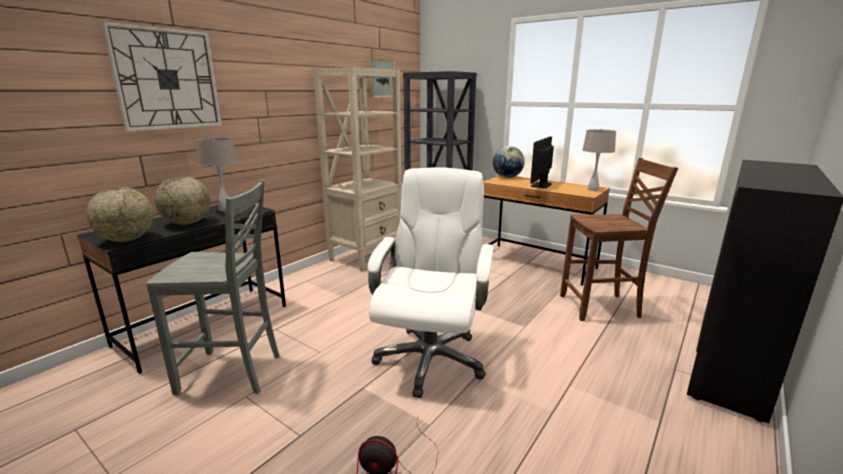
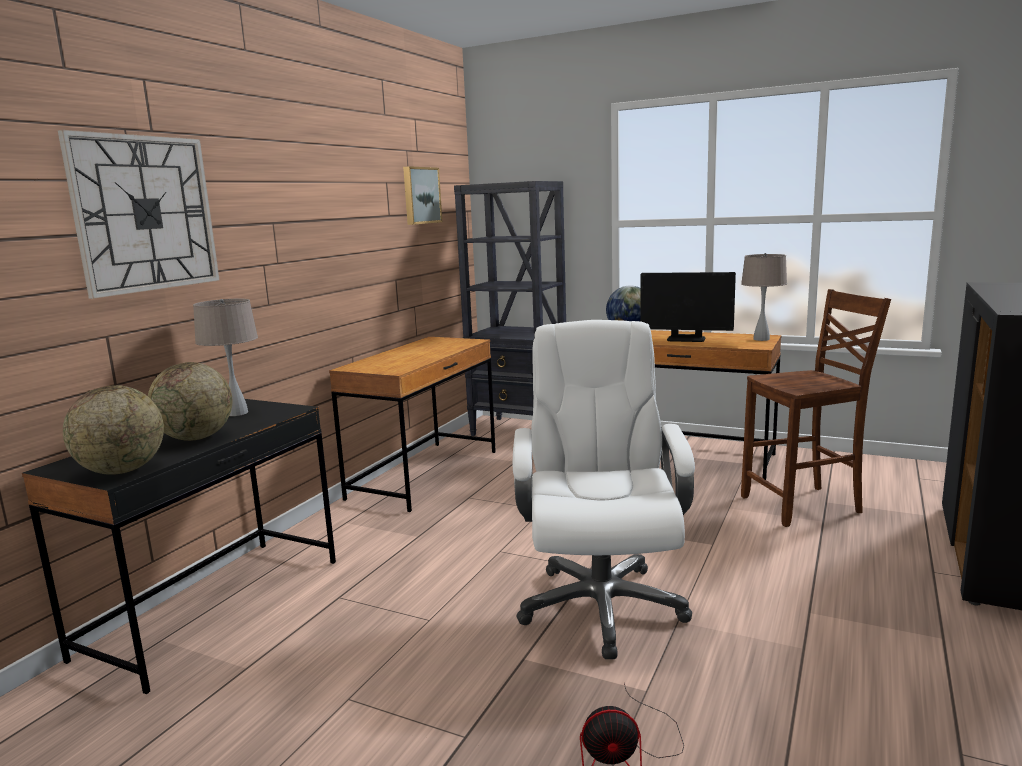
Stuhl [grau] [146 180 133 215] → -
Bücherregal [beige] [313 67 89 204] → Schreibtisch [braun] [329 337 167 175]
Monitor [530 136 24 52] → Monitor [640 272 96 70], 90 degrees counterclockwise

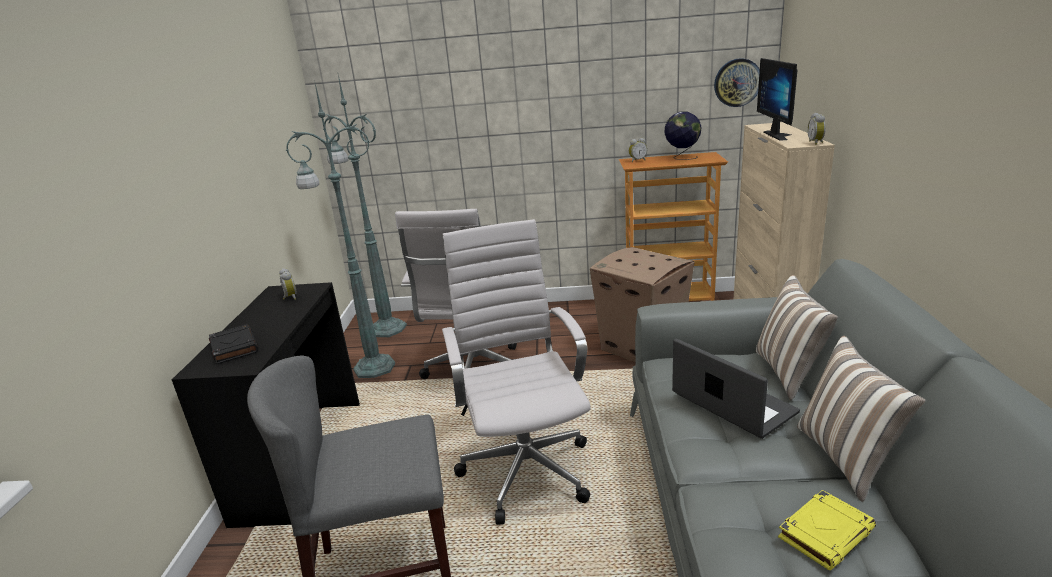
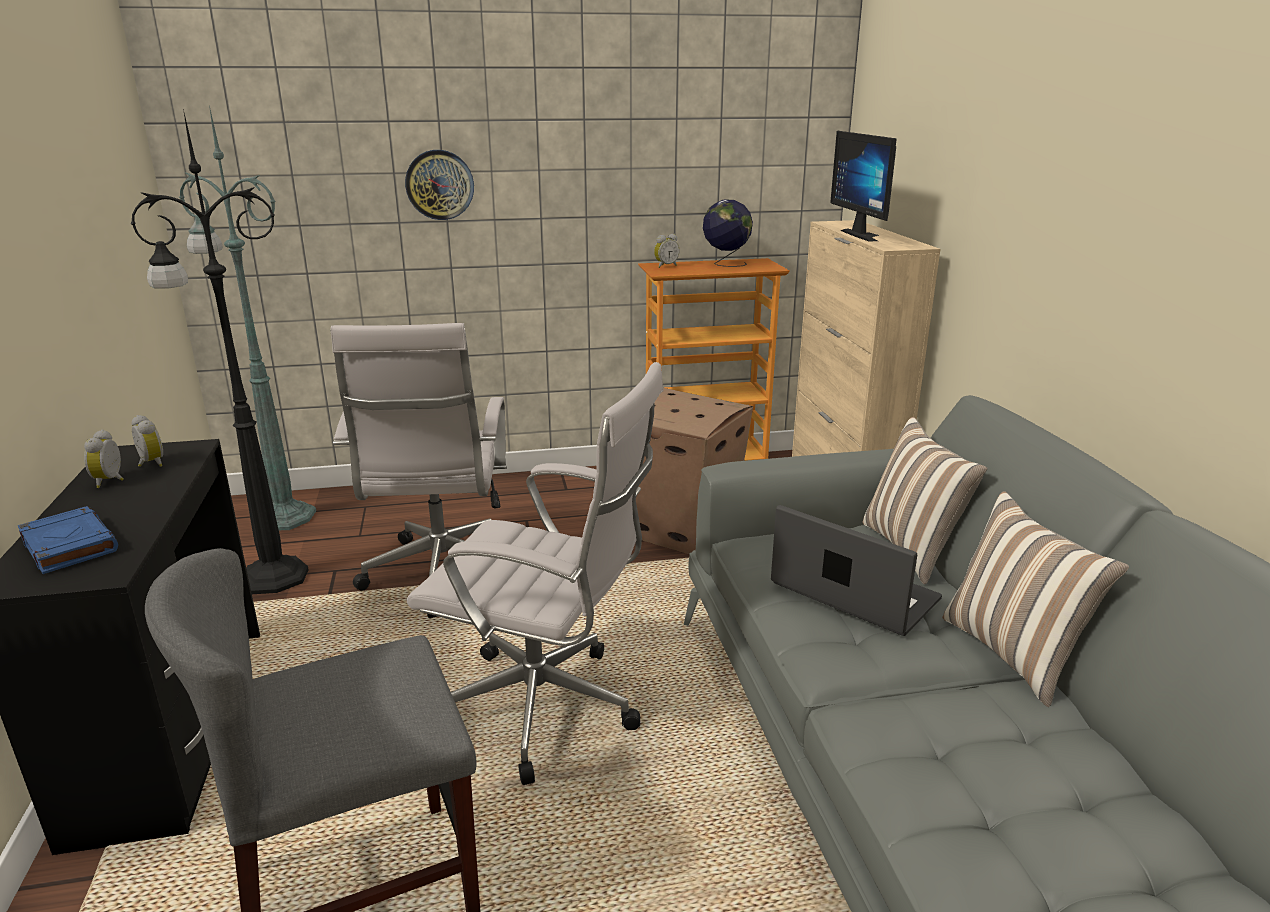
Buch [schwarz] [209 324 49 41] → Buch [blau] [18 506 100 68]
Stehlampe [grün] [286 80 109 298] → Stehlampe [schwarz] [130 109 179 485]
Bürostuhl [weiß] [442 219 149 306] → Bürostuhl [weiß] [407 362 257 423], 135 degrees clockwise
Wanduhr [714 58 46 49] → Wanduhr [405 150 69 70], moved
Buch [gelb] [778 490 98 80] → -
Wecker [808 113 18 32] → Wecker [84 430 39 58], moved

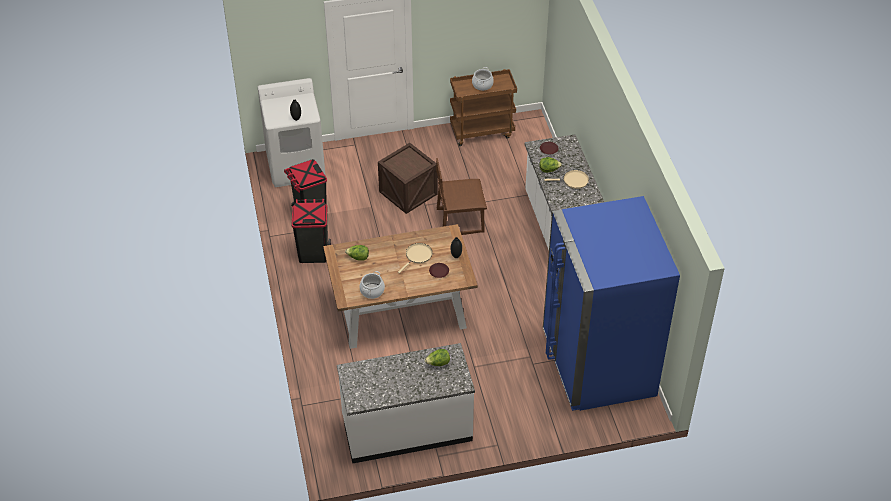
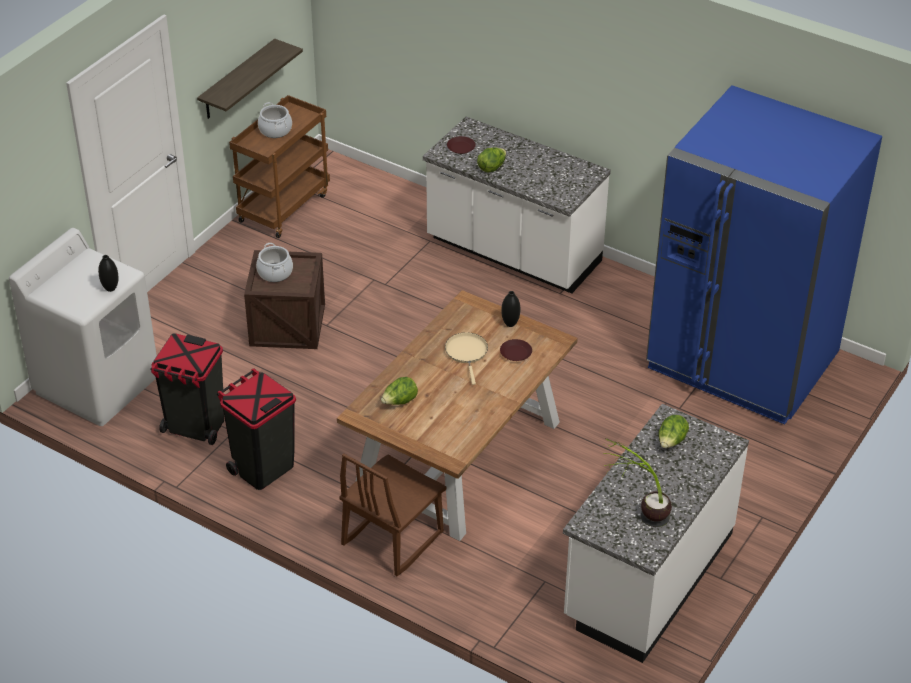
Kochtopf [360 271 25 28] → Kochtopf [256 243 37 39], moved
Stuhl [braun] [436 158 51 77] → Stuhl [braun] [339 453 108 124], moved
Pfanne [beige] [544 170 45 19] → -
- → Wandregal [197 39 106 80]
- → Topfpflanze [603 438 69 89]

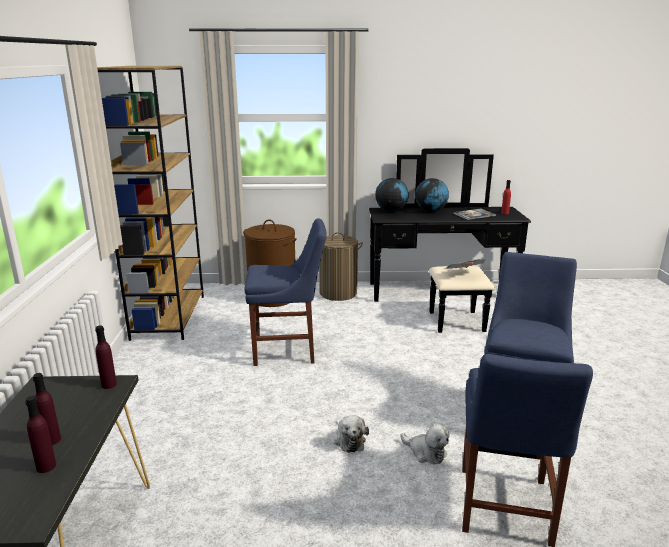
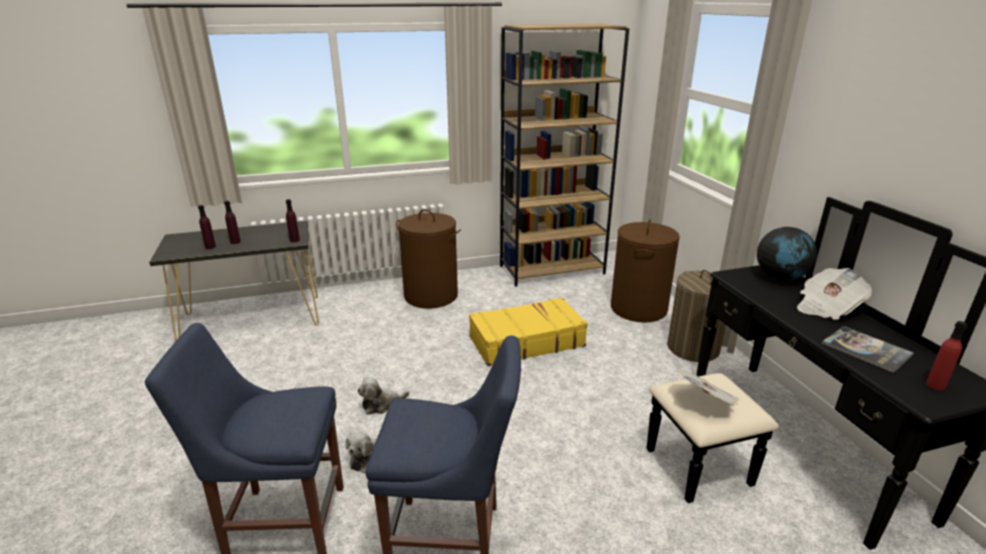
Stuhl [blau] [244 218 83 148] → Koffer [gelb] [469 297 119 69]
Globus [415 178 34 34] → Zeitung [797 268 75 52]
- → Wäschekorb [braun] [396 209 65 100]

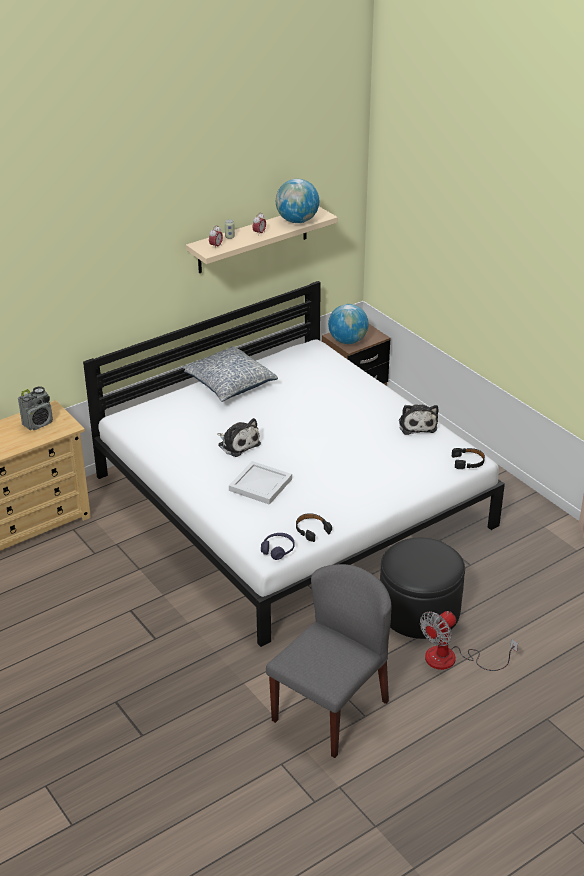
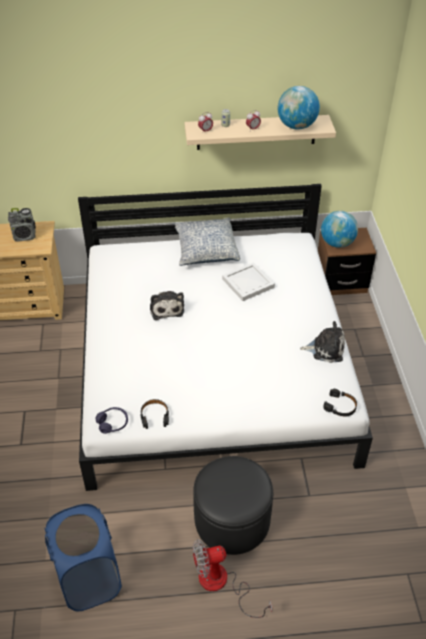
Tablett [weiß] [229 461 63 44] → Tablett [weiß] [222 262 53 39], moved
Stuhl [grau] [266 564 126 194] → Wäschekorb [blau] [44 504 78 107]
Plüschtier [399 404 40 31] → Plüschtier [300 321 45 42], 105 degrees counterclockwise

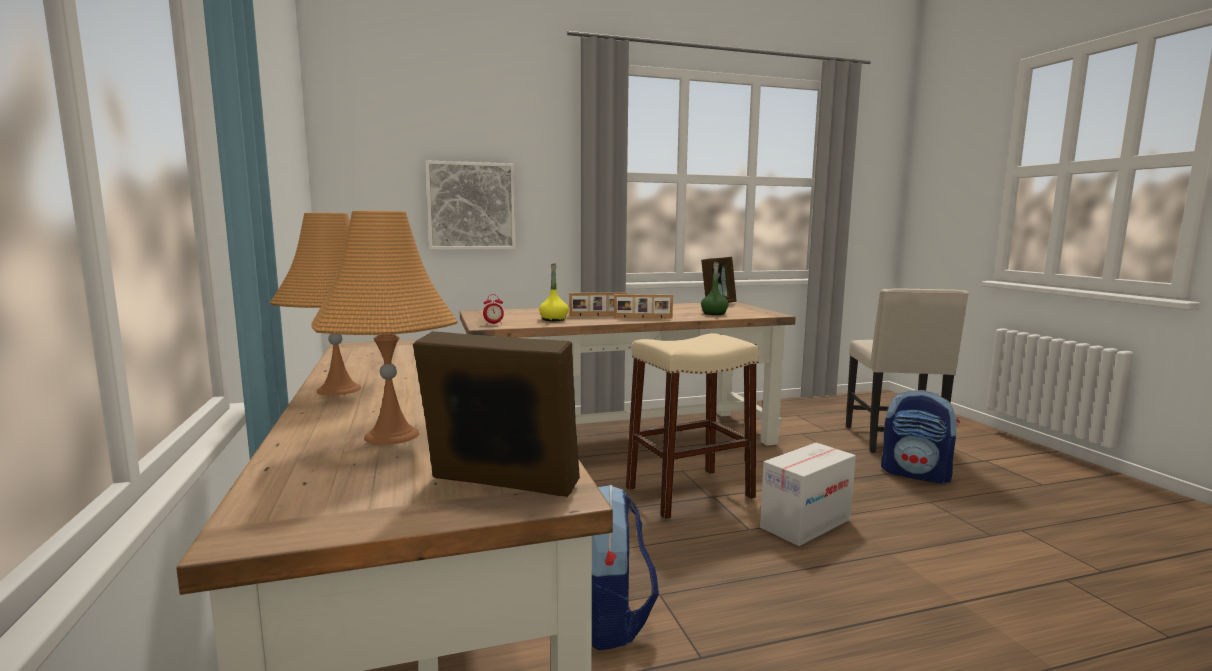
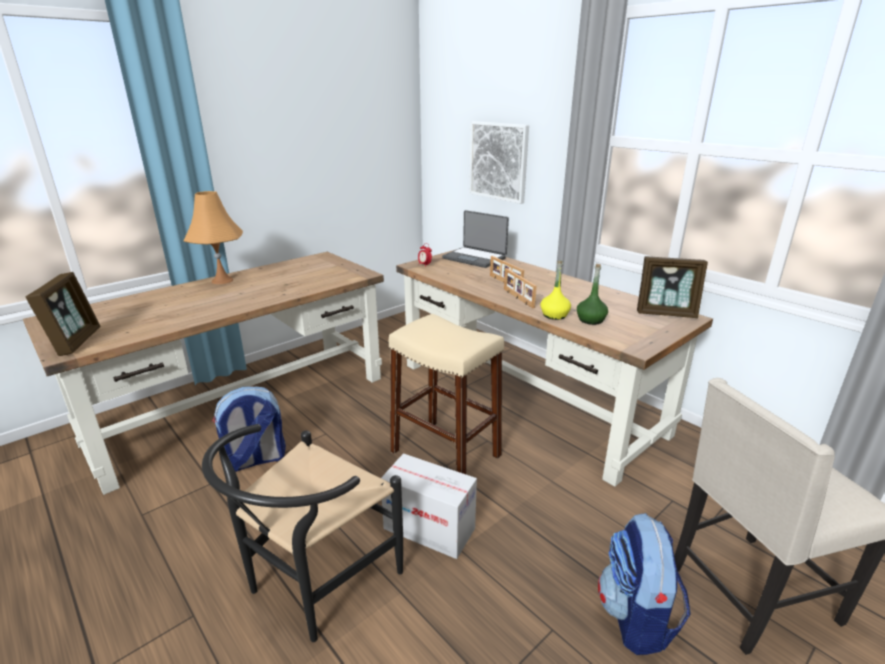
Tischlampe [orange] [311 211 147 234] → -
Flasche [gelb] [539 263 30 58] → Flasche [gelb] [540 261 31 59], moved
- → Stuhl [schwarz] [202 424 201 218]
- → Laptop [442 210 67 58]

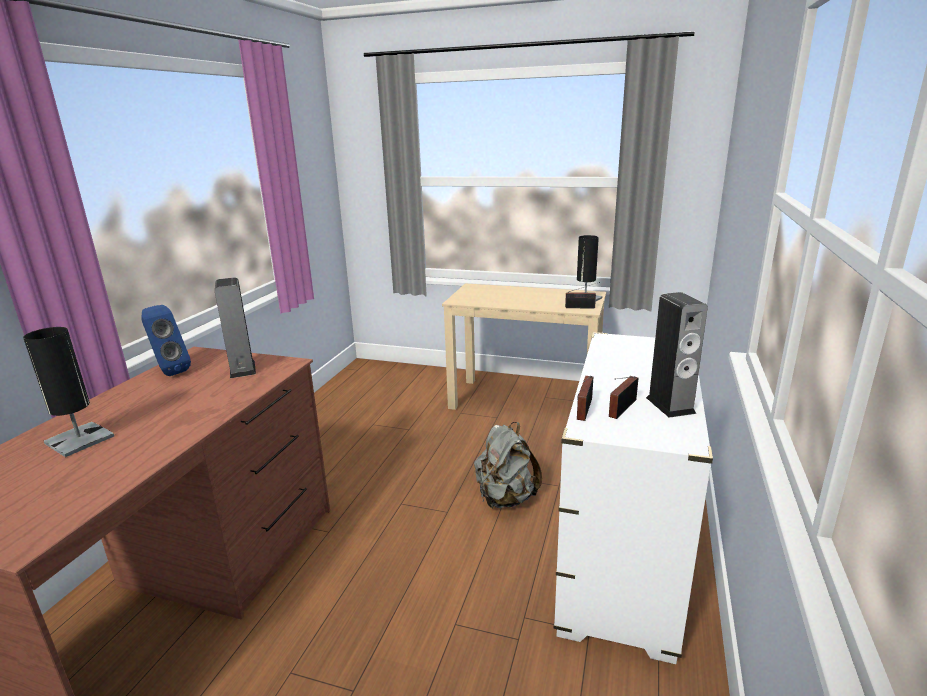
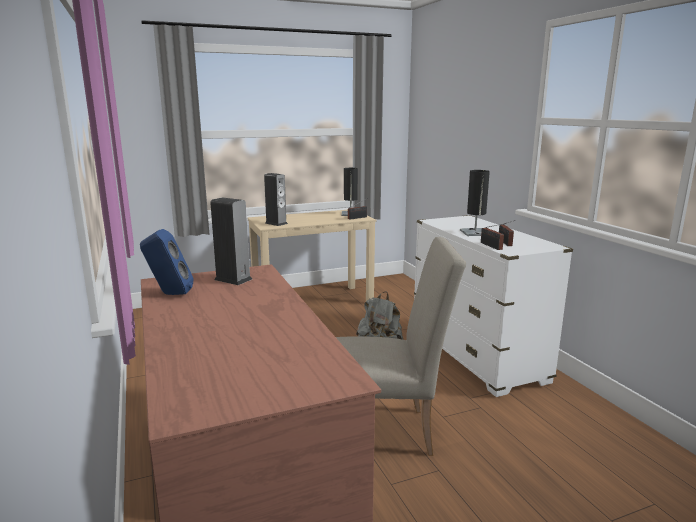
Tischlampe [schwarz] [23 327 91 130] → Tischlampe [schwarz] [460 170 30 66], moved
Lautsprecher [646 292 62 126] → Lautsprecher [264 173 24 53], moved
- → Stuhl [beige] [336 237 130 219]

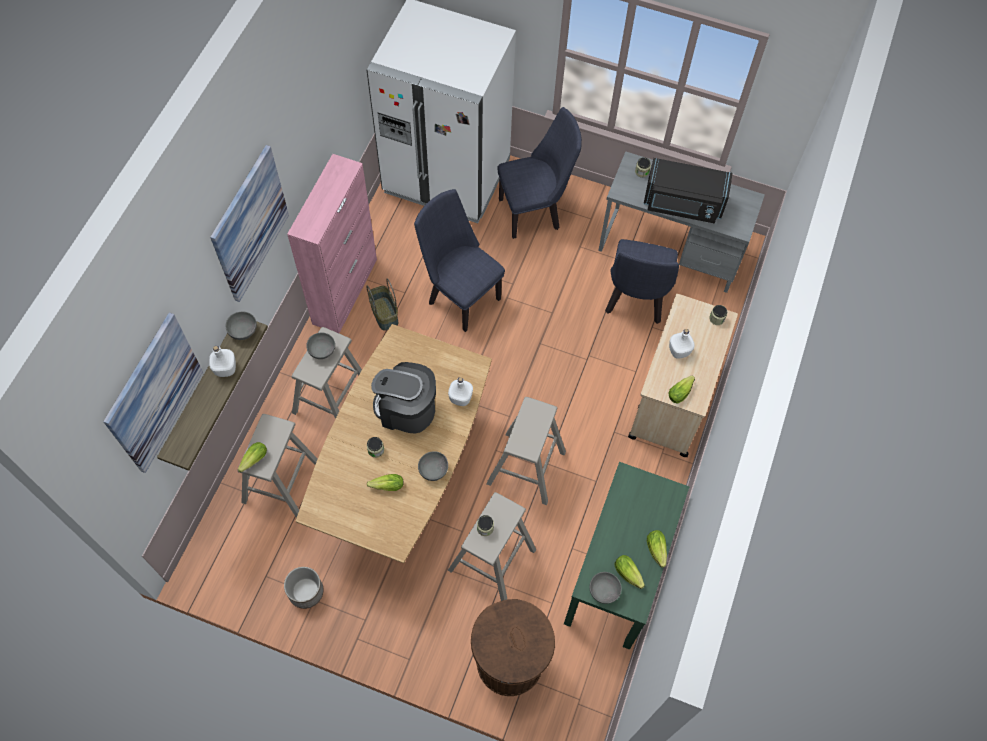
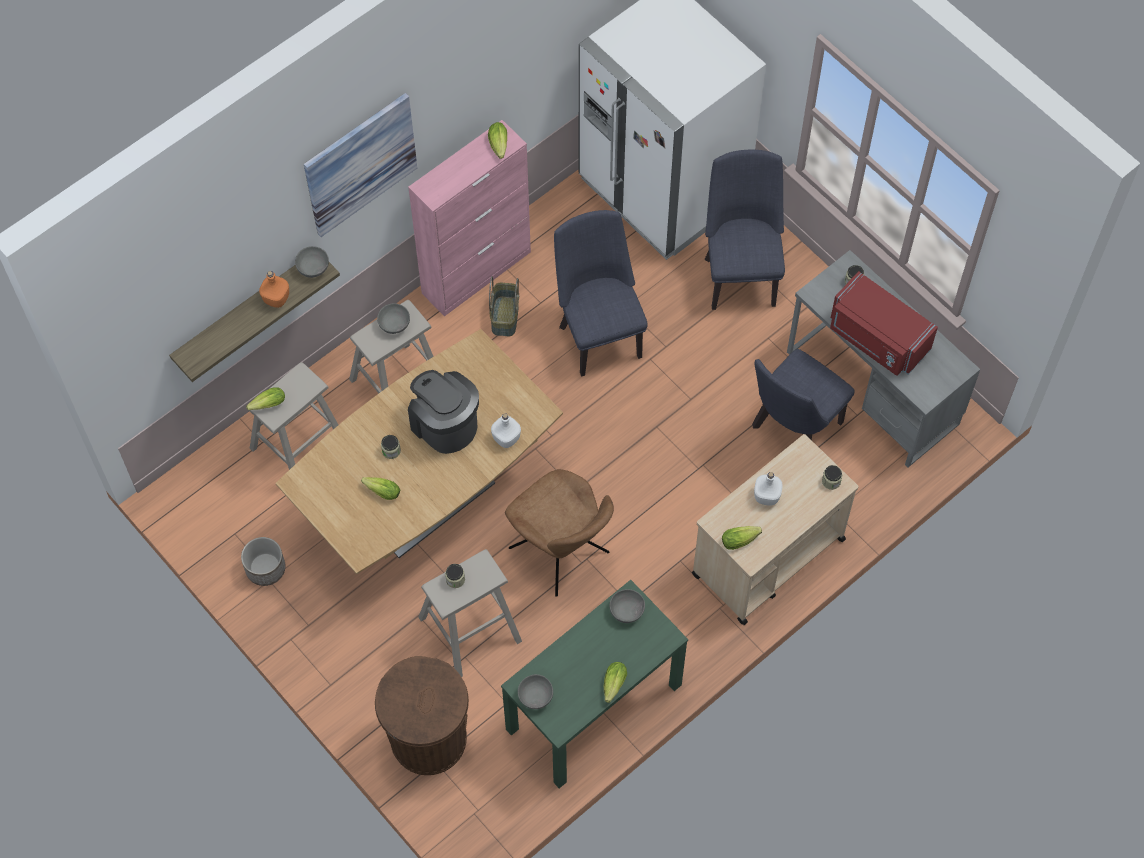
Bild [103 313 100 160] → -
Flasche [weiß] [209 346 27 31] → Flasche [orange] [259 271 30 37]
Schüssel [grau] [418 451 30 30] → Schüssel [grau] [609 589 36 34], moved
Hocker [beige] [487 397 79 108] → Stuhl [braun] [505 469 109 128]
Stuhl [blau] [497 107 85 132] → Stuhl [blau] [705 150 80 160], 105 degrees counterclockwise
Salatkopf [614 555 31 34] → Salatkopf [488 122 19 37], moved
Mikrowelle [schwarz] [644 158 89 66] → Mikrowelle [rot] [830 271 108 105]

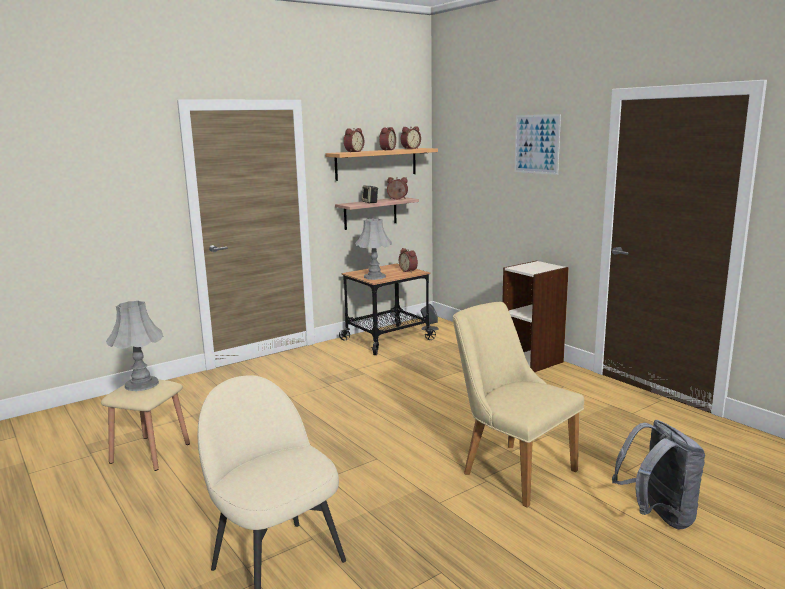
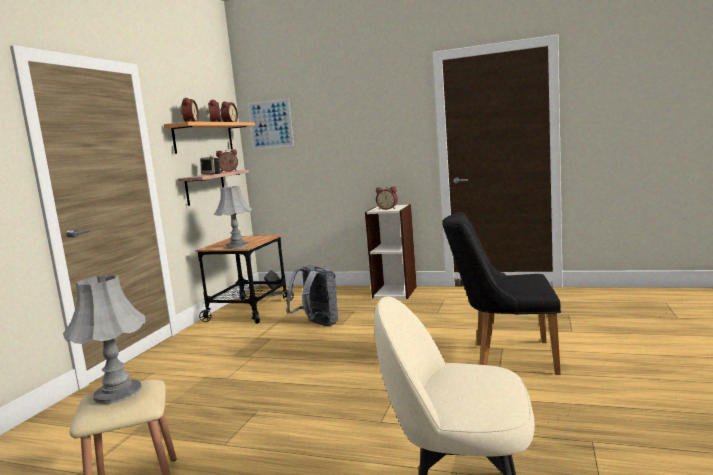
Wecker [399 248 19 25] → Wecker [376 187 22 23], moved
Stuhl [beige] [453 302 131 205] → Stuhl [schwarz] [442 212 119 163]
Bild [514 114 47 61] → Bild [247 98 47 51], moved
Rucksack [grau] [612 420 94 109] → Rucksack [grau] [286 265 52 61], moved

